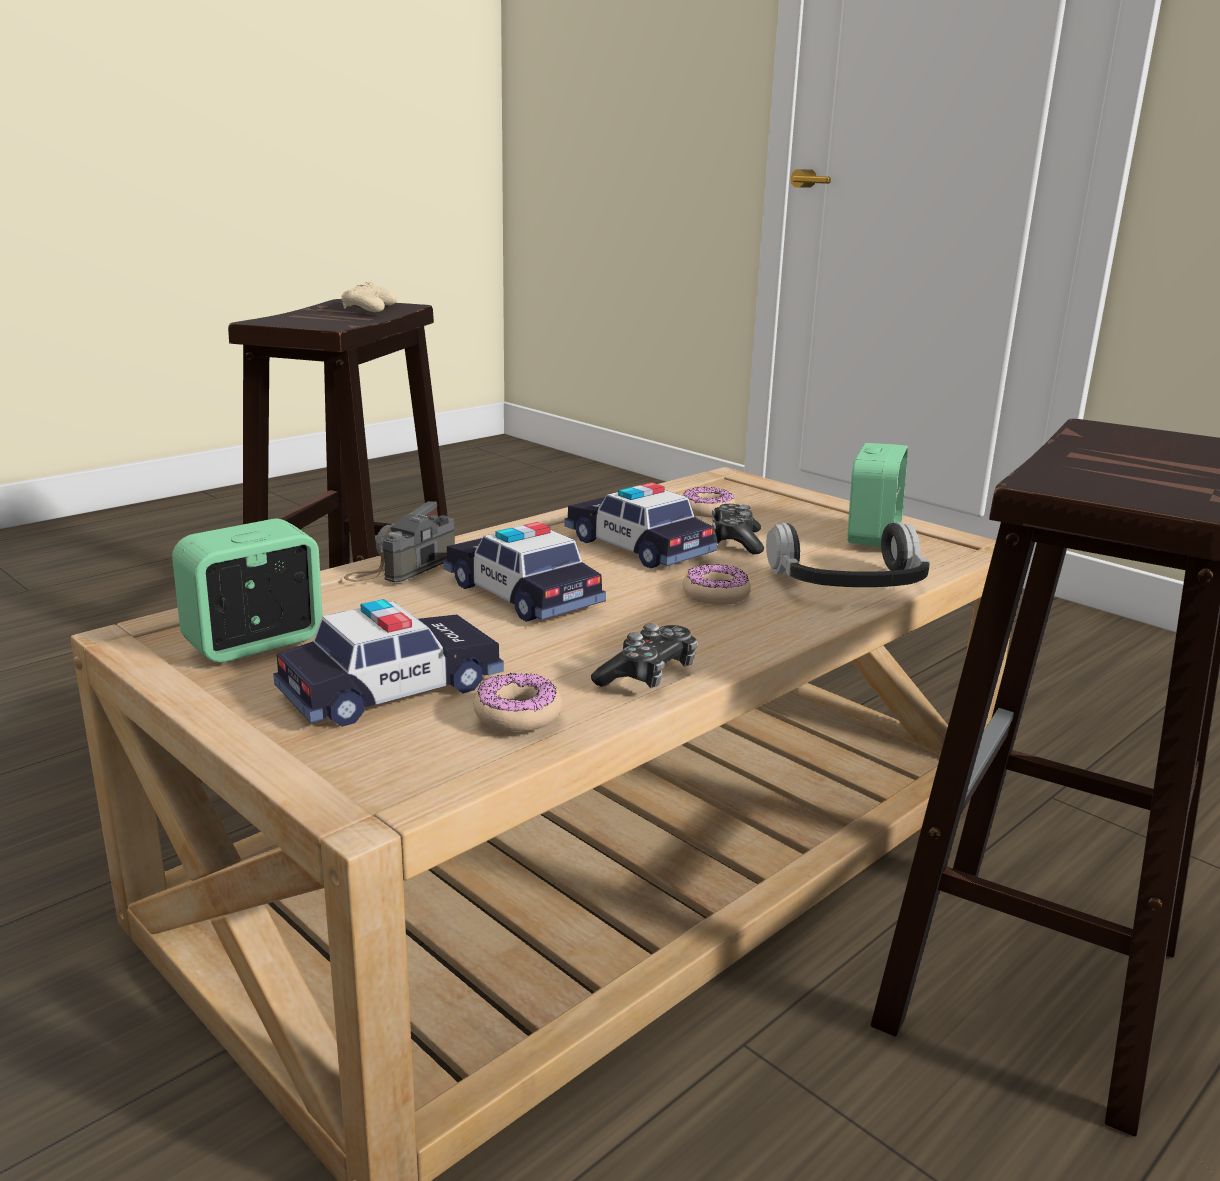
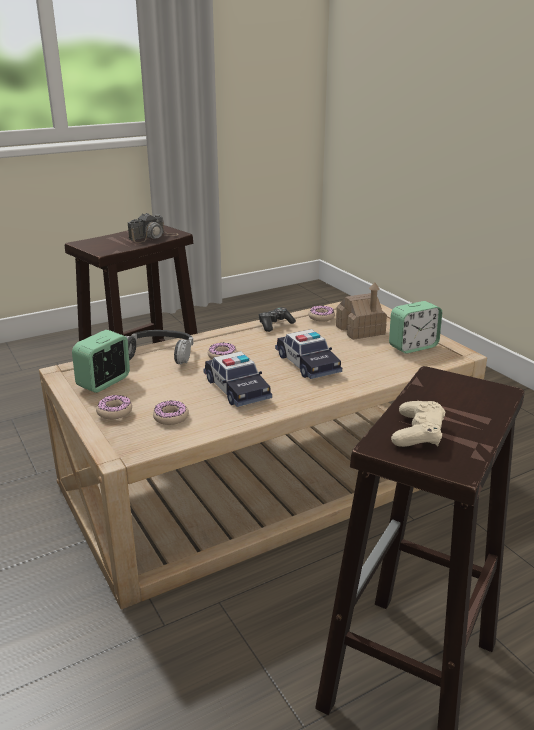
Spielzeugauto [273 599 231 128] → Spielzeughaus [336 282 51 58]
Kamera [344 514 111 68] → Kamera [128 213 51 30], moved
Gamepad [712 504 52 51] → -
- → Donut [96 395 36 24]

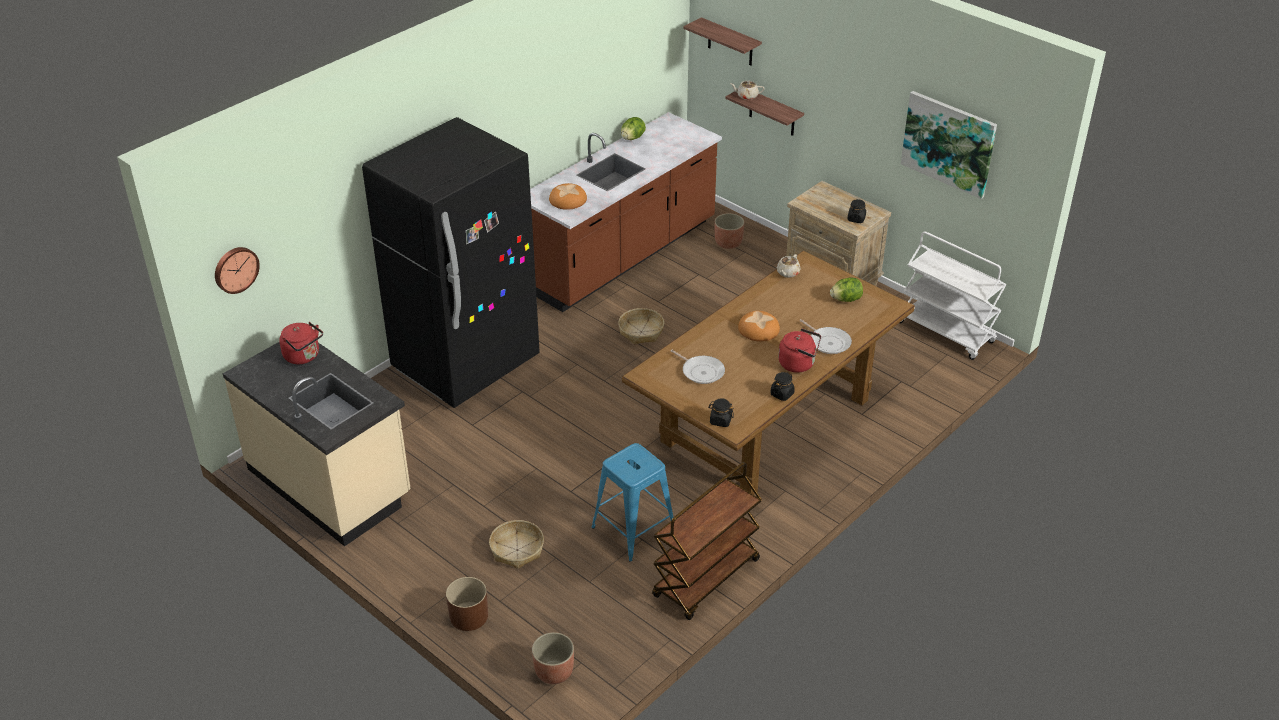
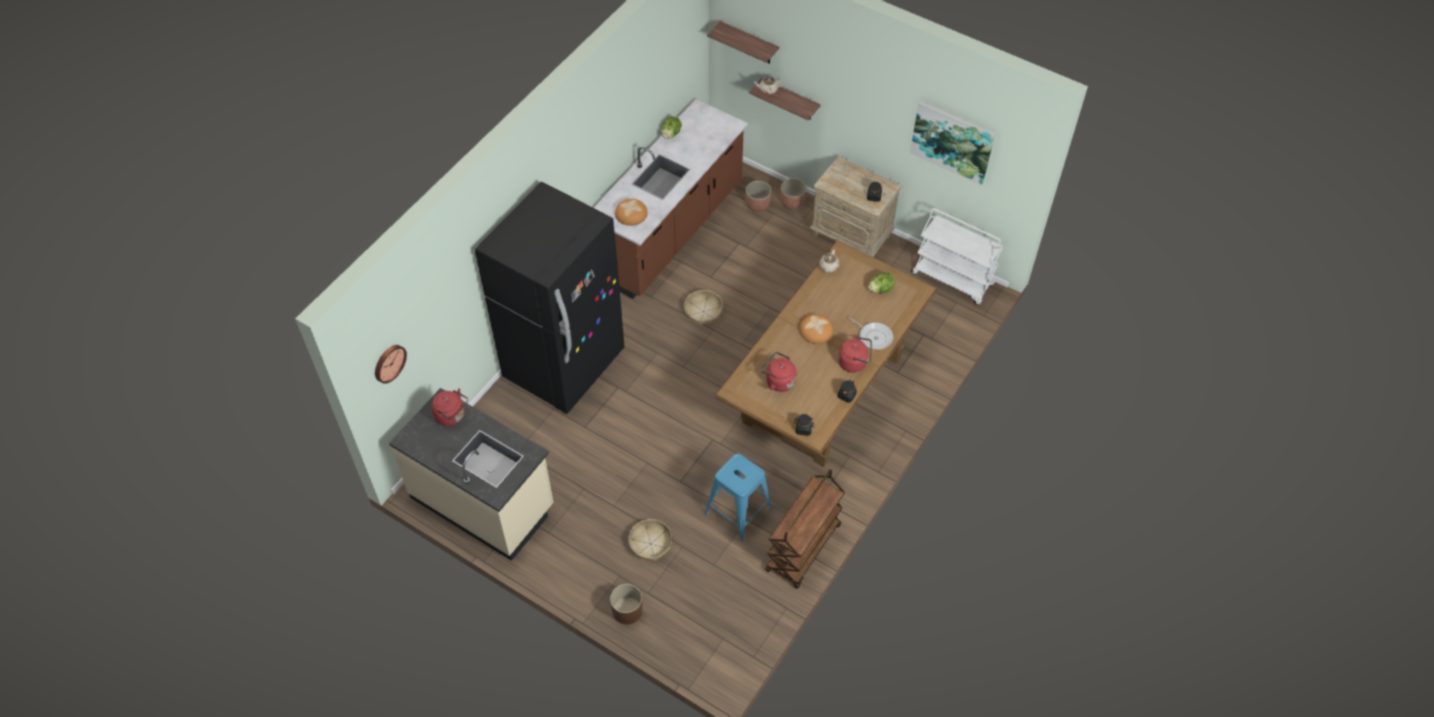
Pflanzkübel [532 632 42 52] → Pflanzkübel [781 178 26 32], moved
Pfanne [671 350 54 34] → Wasserkessel [rot] [761 352 36 40]

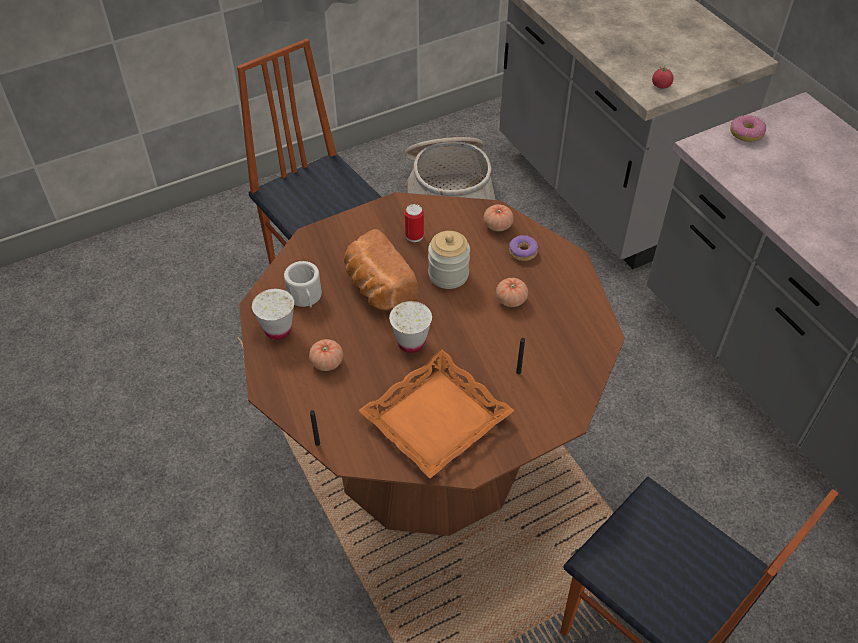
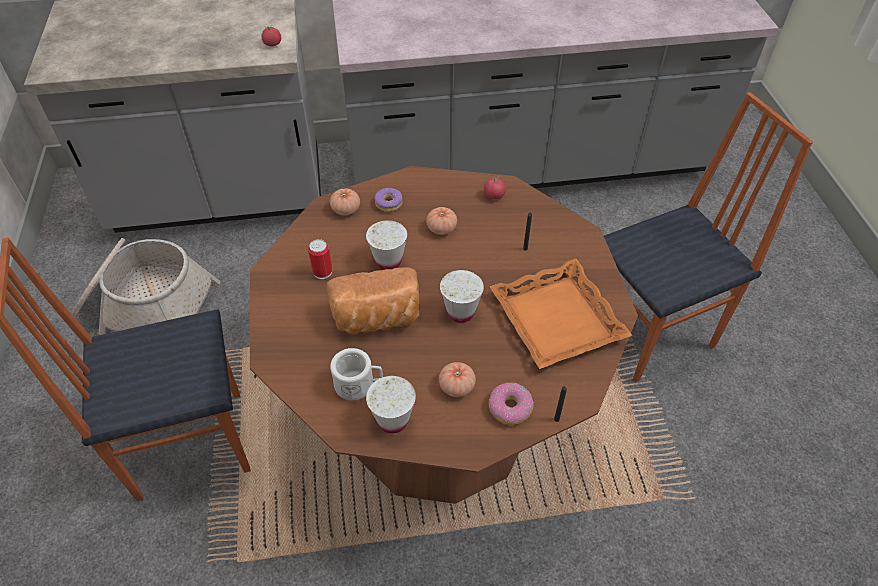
Vorratsglas [428 231 42 58] → Tasse [weiß] [366 220 41 50]
Donut [730 115 36 27] → Donut [489 383 45 42], moved
- → Tomate [484 176 22 24]

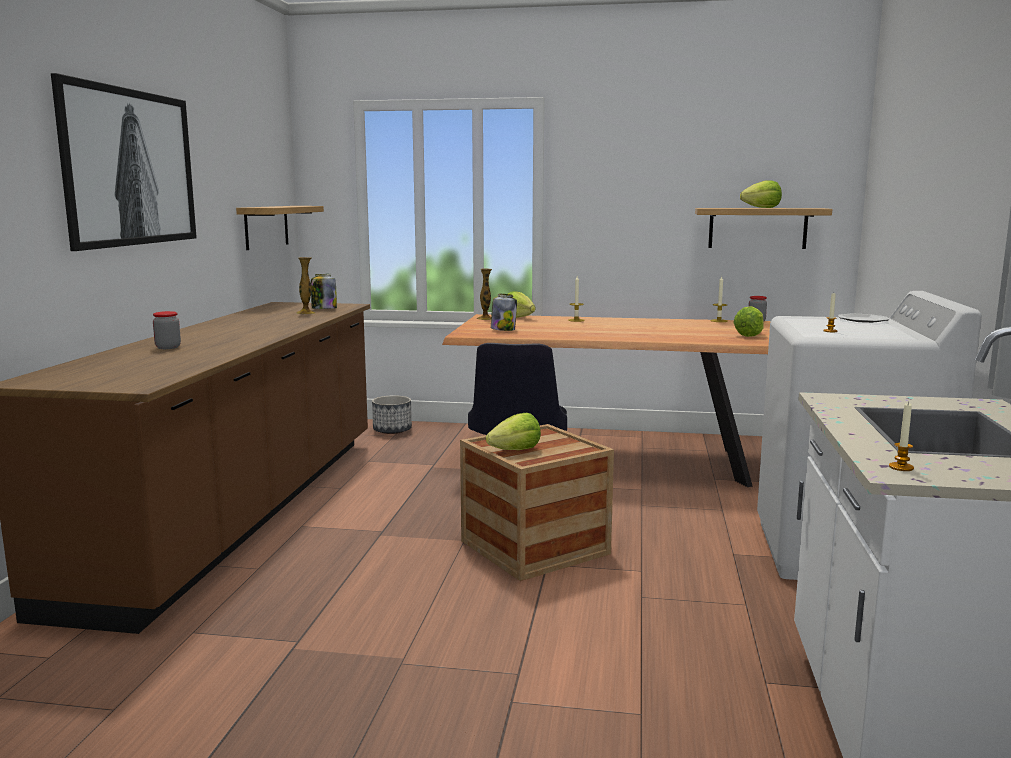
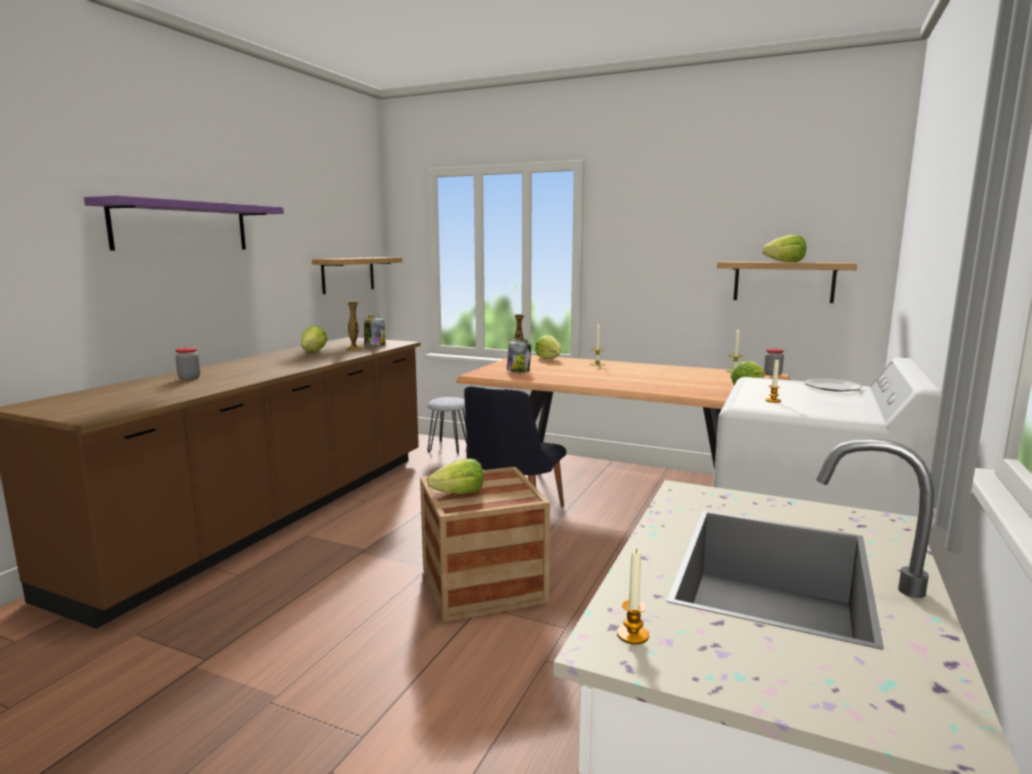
Bild [51 73 146 178] → Wandregal [lila] [84 196 200 55]
Pflanzkübel [372 395 40 39] → Hocker [grau] [427 397 40 59]
- → Salatkopf [301 326 27 25]

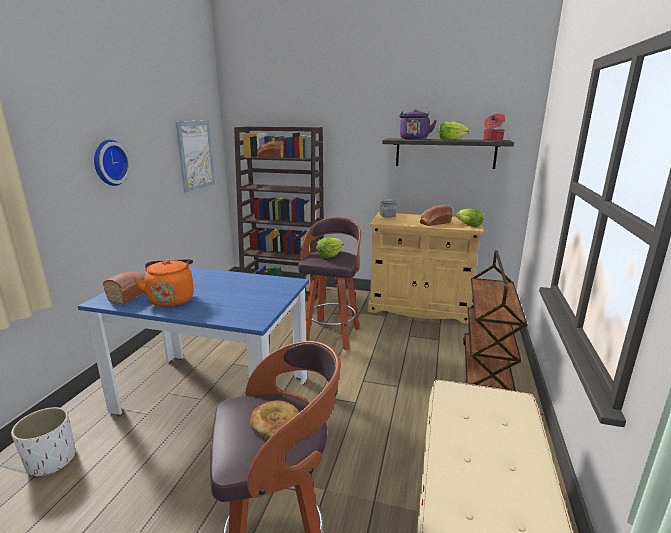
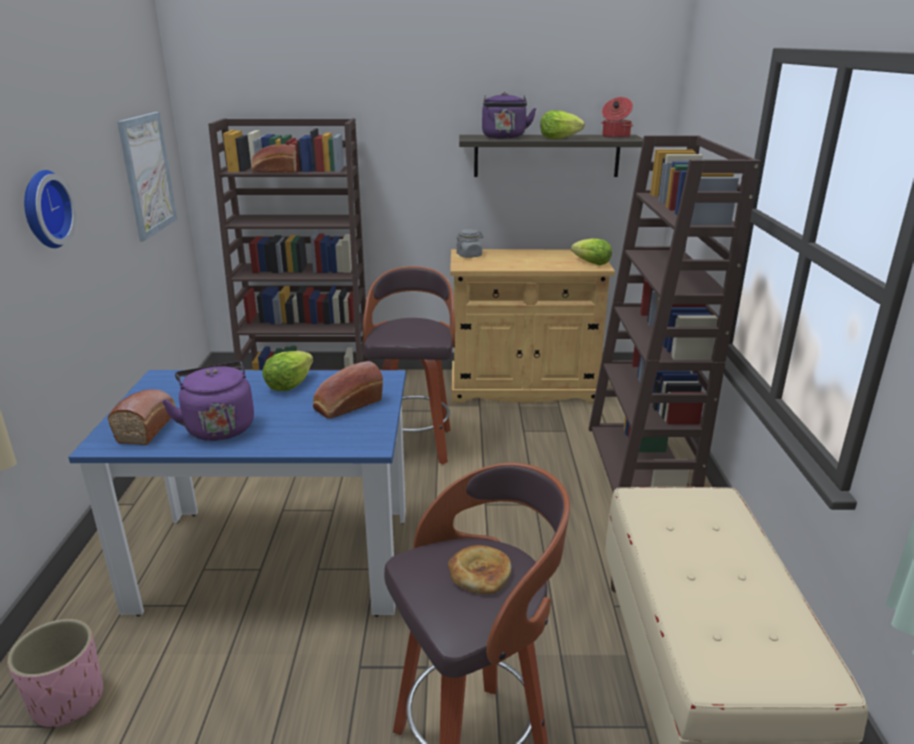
Pflanzkübel [weiß] [11 407 65 69] → Pflanzkübel [rosa] [7 619 96 108]
Wasserkessel [orange] [133 259 61 48] → Wasserkessel [lila] [162 361 92 80]
Salatkopf [316 238 28 20] → Salatkopf [262 351 51 40], moved
Brot [420 205 33 21] → Brot [313 361 70 58], moved
Rollwagen [braun] [463 250 64 141] → Bücherregal [braun] [589 136 172 356]

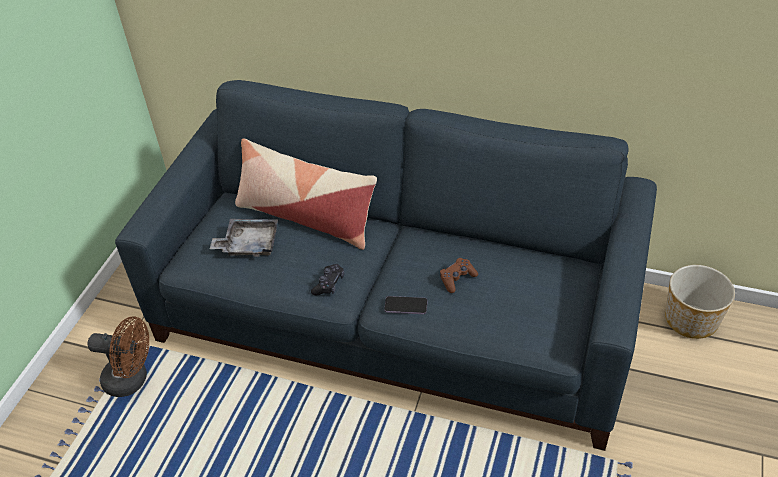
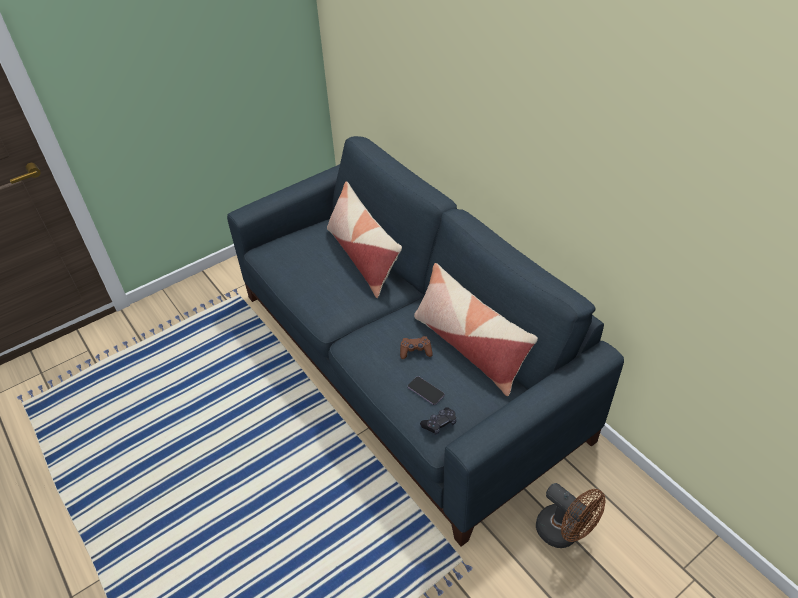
Ventilator [braun] [87 317 62 80] → Ventilator [braun] [536 483 69 65], moved
Tablett [grau] [210 219 68 38] → -
Gamepad [schwarz] [311 264 33 32] → Gamepad [schwarz] [420 407 36 28], moved
Handy [384 296 44 18] → Handy [408 376 37 29], moved
Pflanzkübel [665 265 70 74] → -
- → Kissen [414 263 124 133]

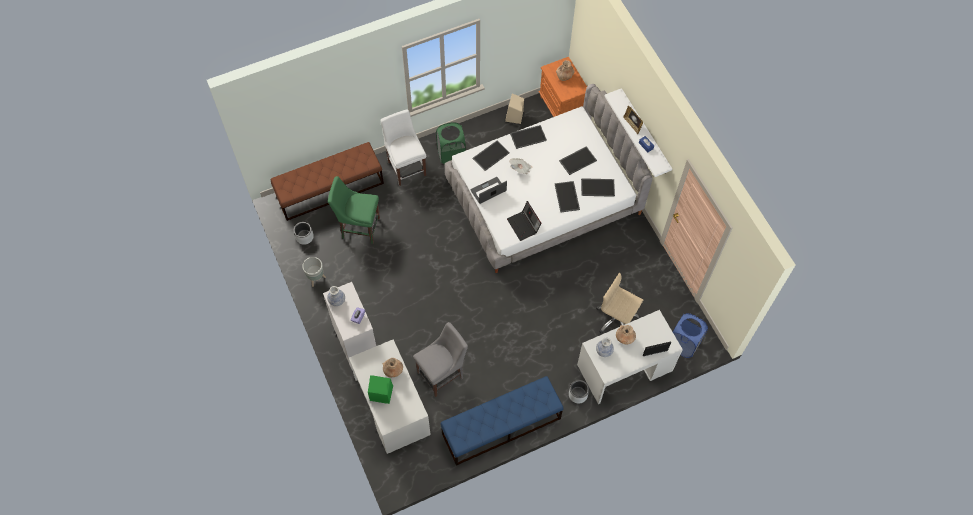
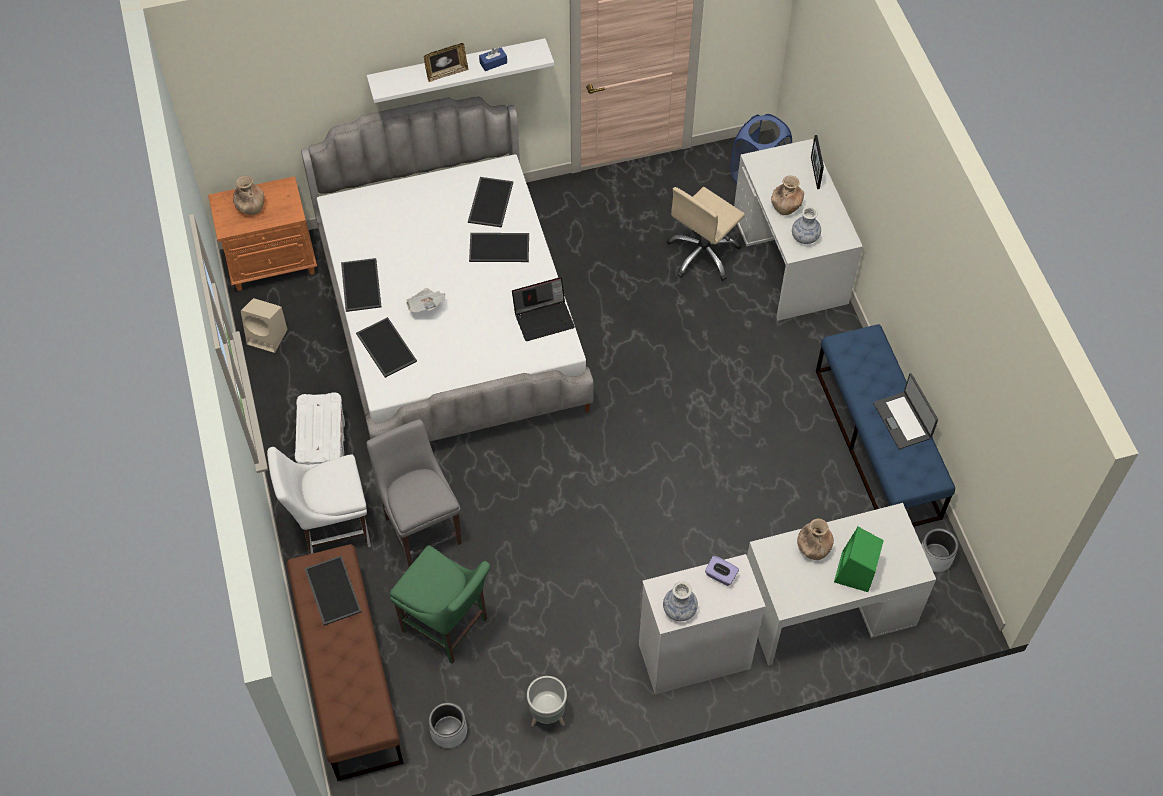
Stuhl [grün] [328 176 52 68] → Stuhl [grün] [390 545 100 119], 75 degrees counterclockwise
Stuhl [grau] [413 322 55 75] → Stuhl [grau] [367 419 95 148], moved
Wäschekorb [grün] [436 122 30 43] → Aufbewahrungsbox [weiß] [295 392 50 72]
Laptop [470 177 37 27] → Laptop [873 373 65 76], moved
Tablett [559 146 38 29] → Tablett [304 555 58 71], moved
Pflanzkübel [grau] [569 380 20 24] → Pflanzkübel [grau] [921 528 37 44], moved

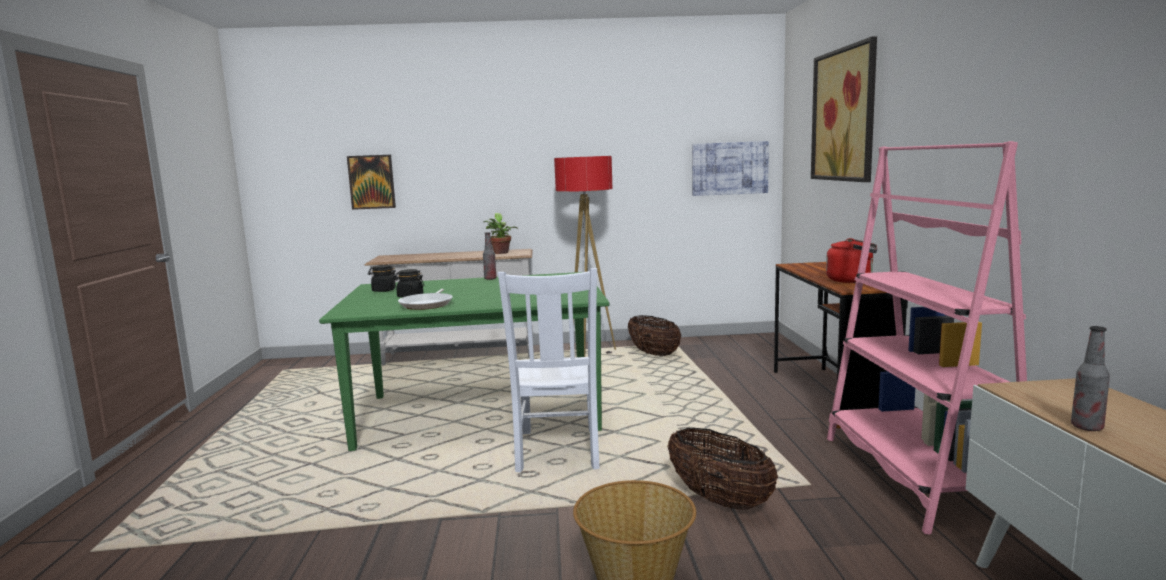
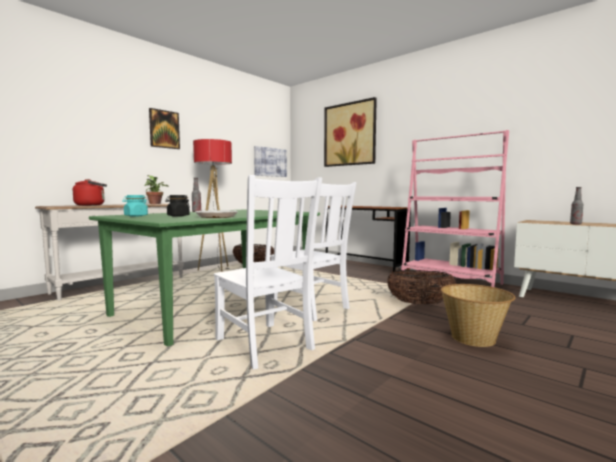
Bild [347 155 49 55] → Bild [149 108 31 41], moved
Vorratsglas [schwarz] [368 265 29 27] → Vorratsglas [türkis] [122 195 26 22]
Wasserkessel [rot] [826 238 51 45] → Wasserkessel [rot] [73 179 34 27], moved
- → Stuhl [weiß] [214 175 108 195]

